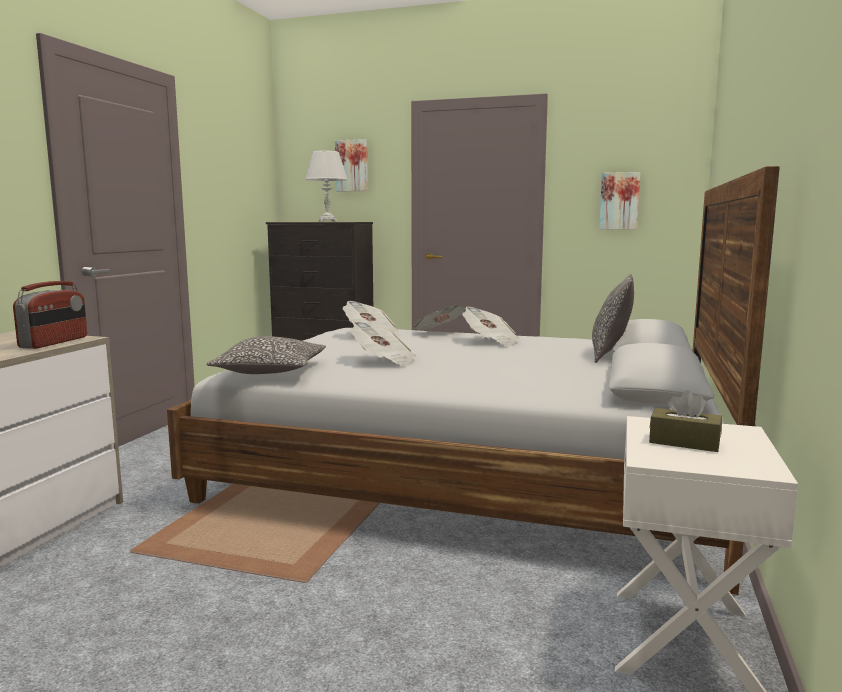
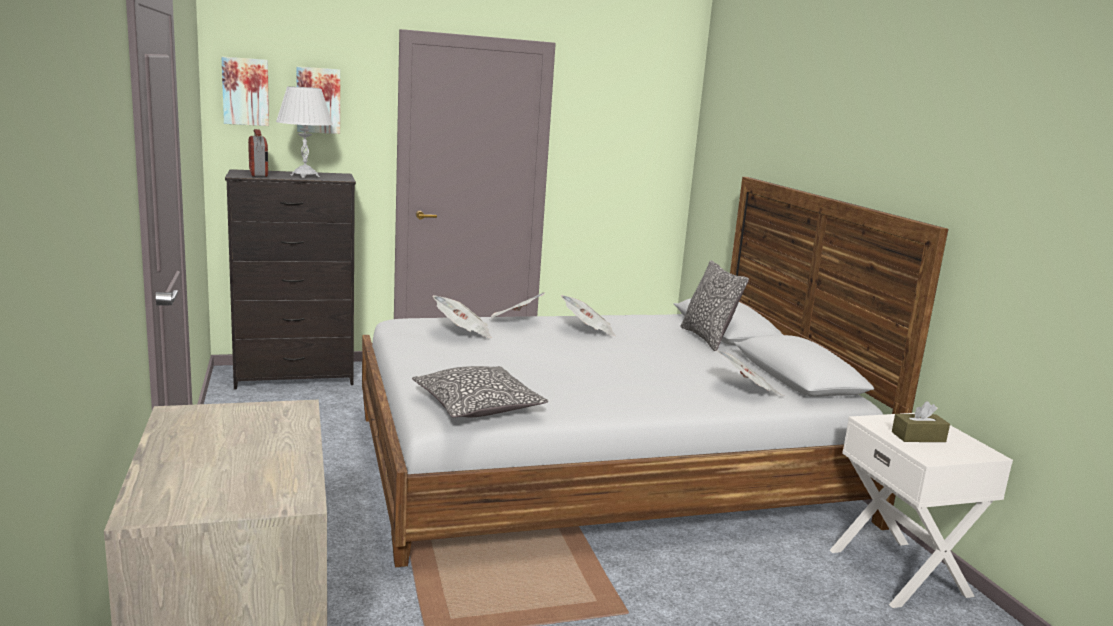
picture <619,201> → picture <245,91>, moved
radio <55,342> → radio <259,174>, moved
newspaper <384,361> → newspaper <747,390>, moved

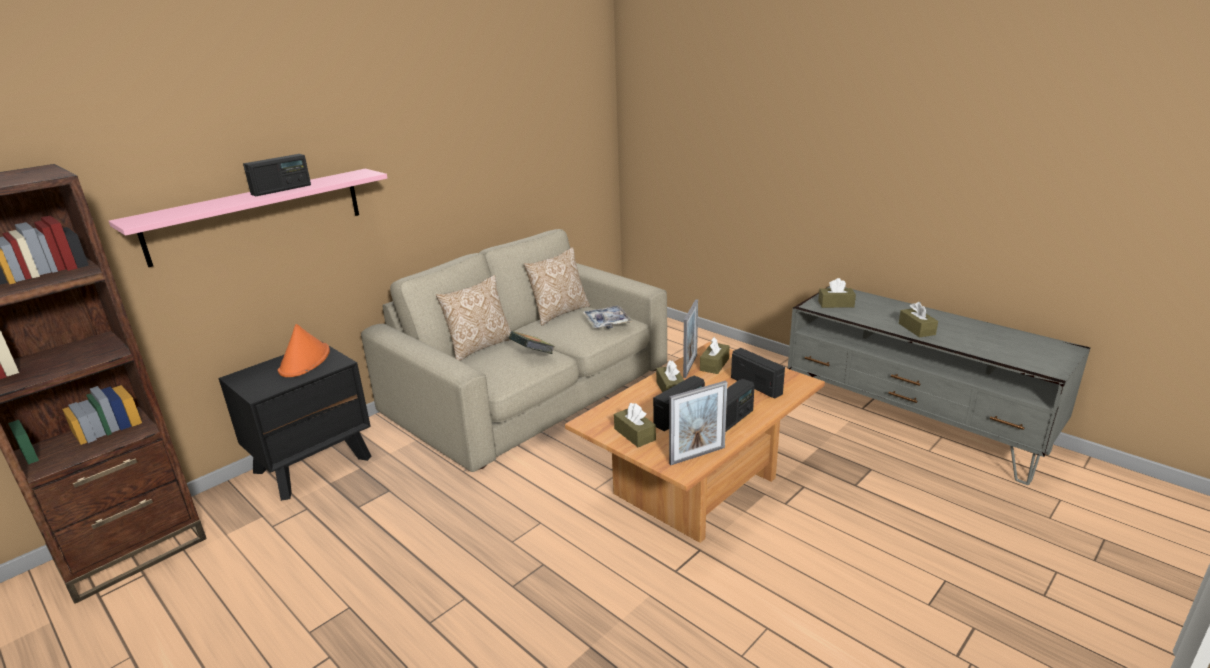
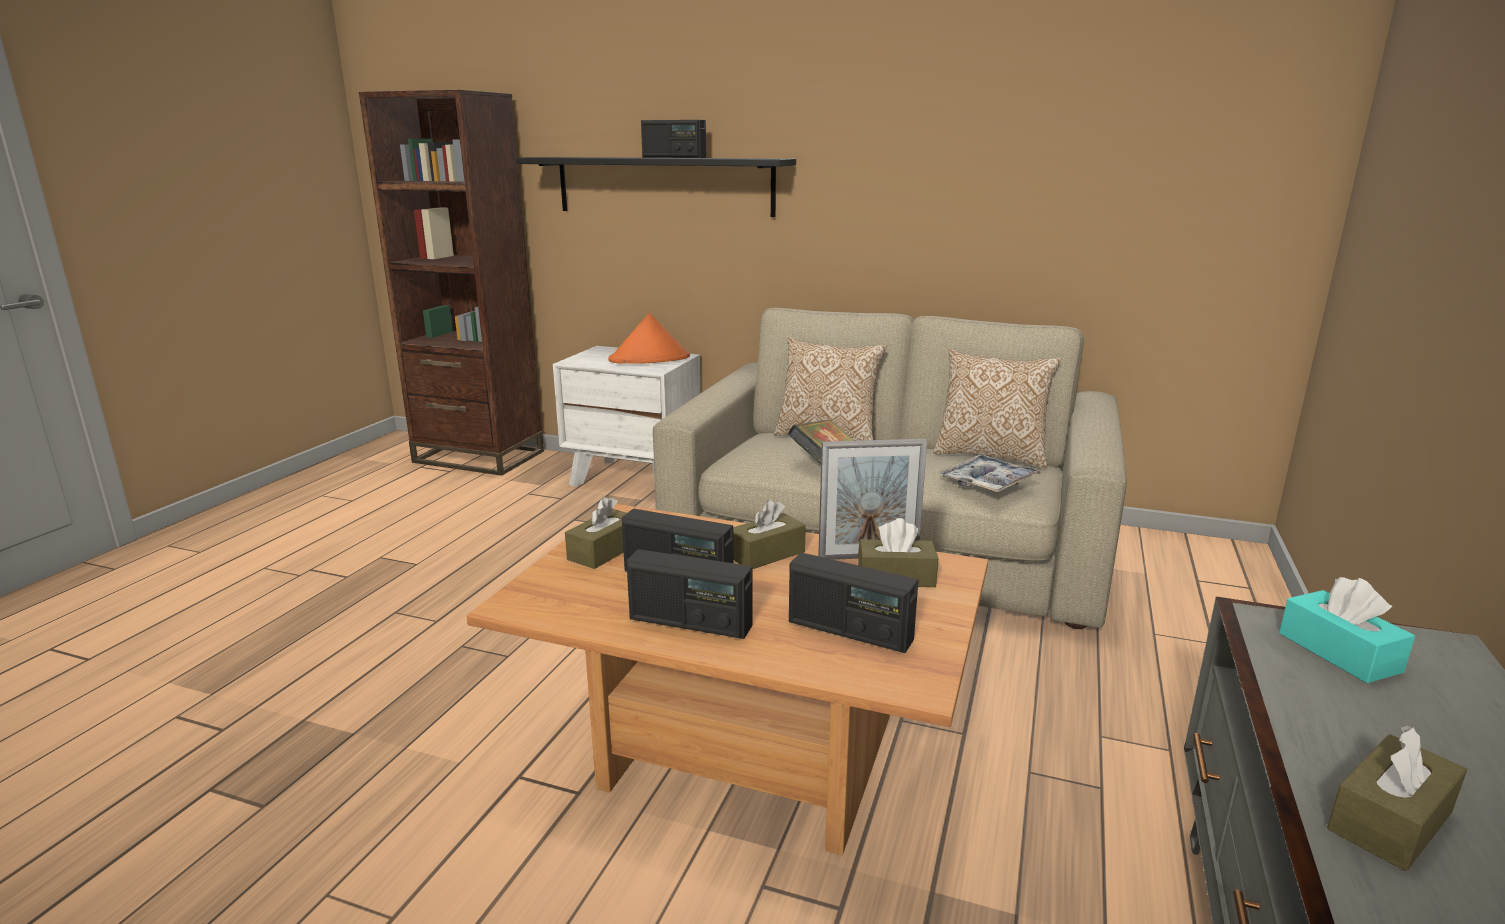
pink shelf <257,215> → black shelf <664,186>
brown tissue box <836,304> → turquoise tissue box <1338,652>
black nightstand <313,464> → white nightstand <634,478>
radio <756,385> → radio <849,631>, 90 degrees clockwise
picture frame <697,455> → -

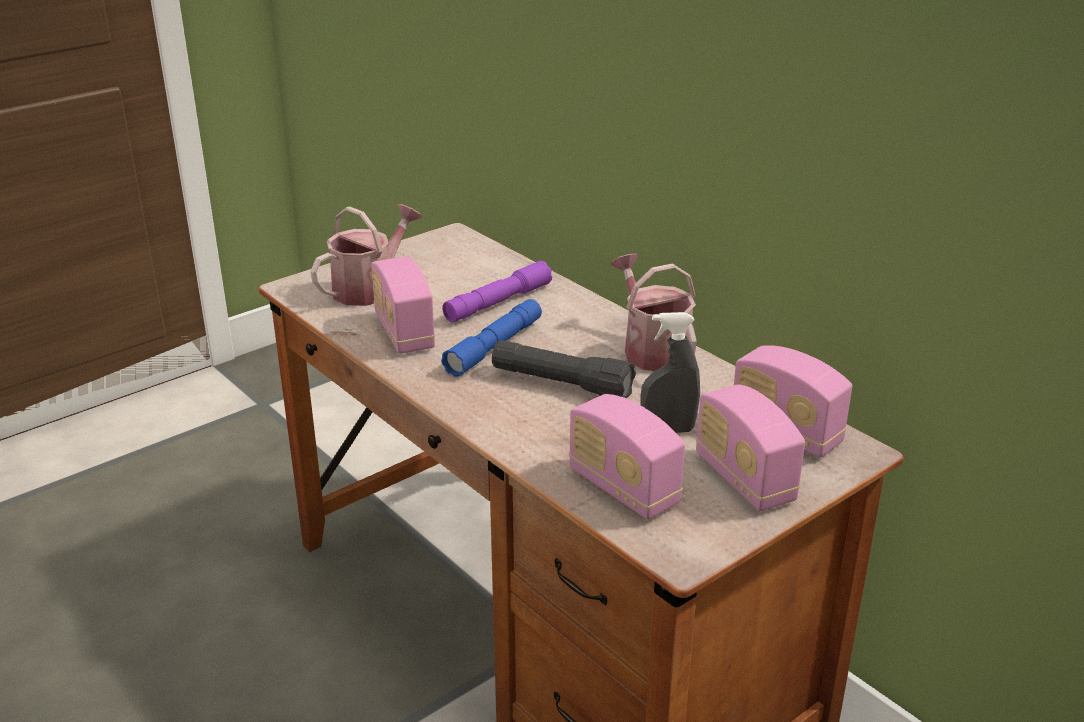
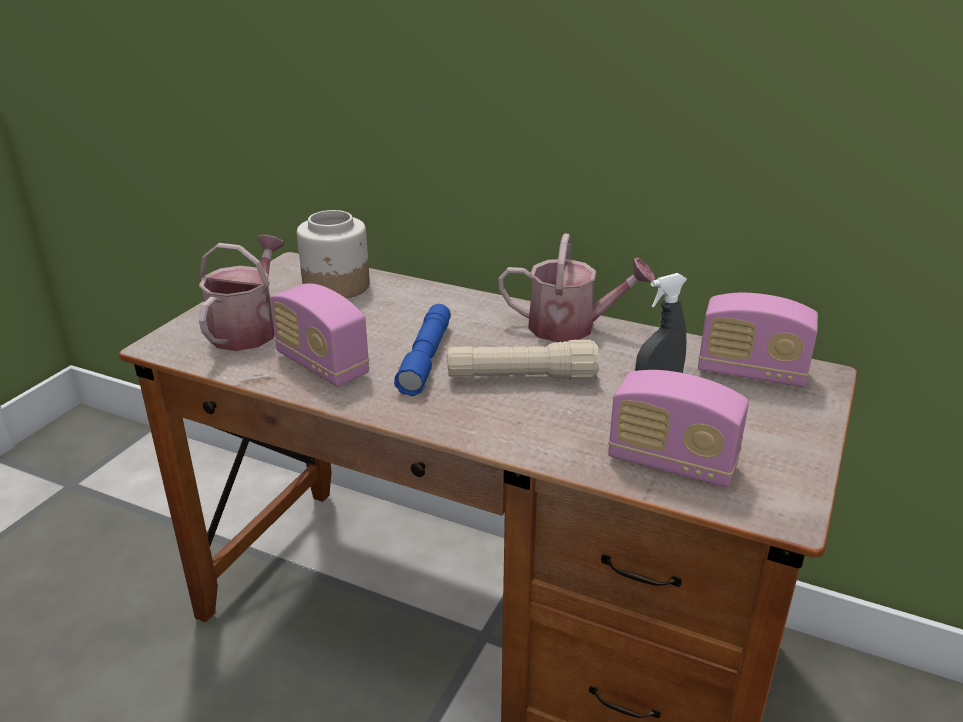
watering can <652,349> → watering can <571,327>, 150 degrees clockwise
purple flashlight <498,303> → -
black flashlight <561,384> → beige flashlight <521,378>
radio <744,479> → -
- → jar <337,286>

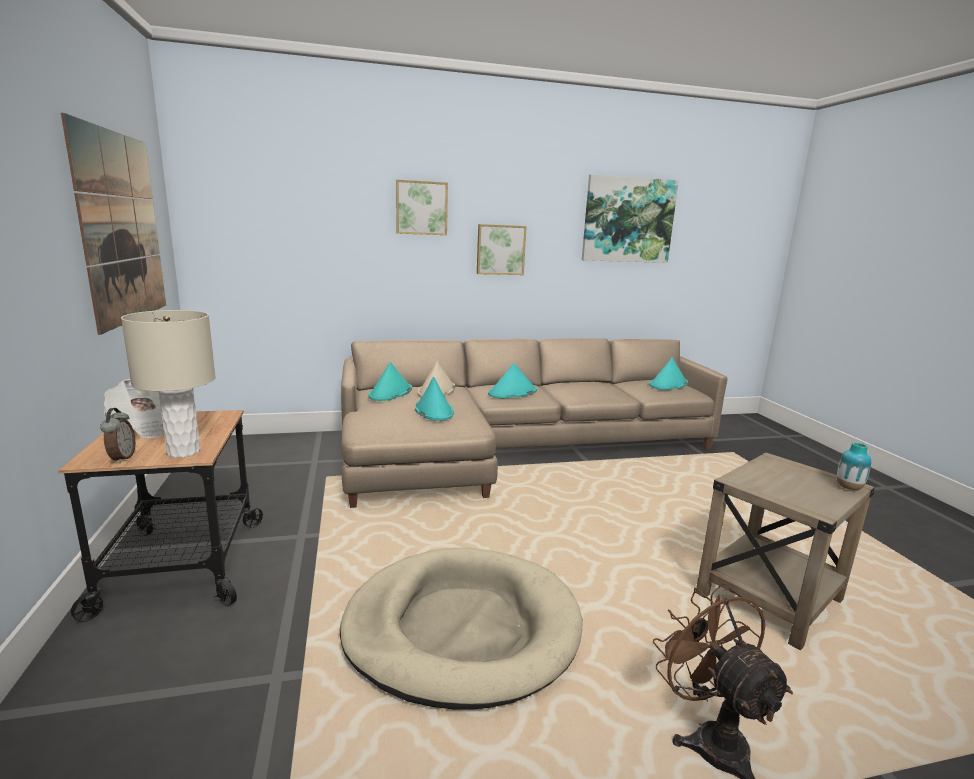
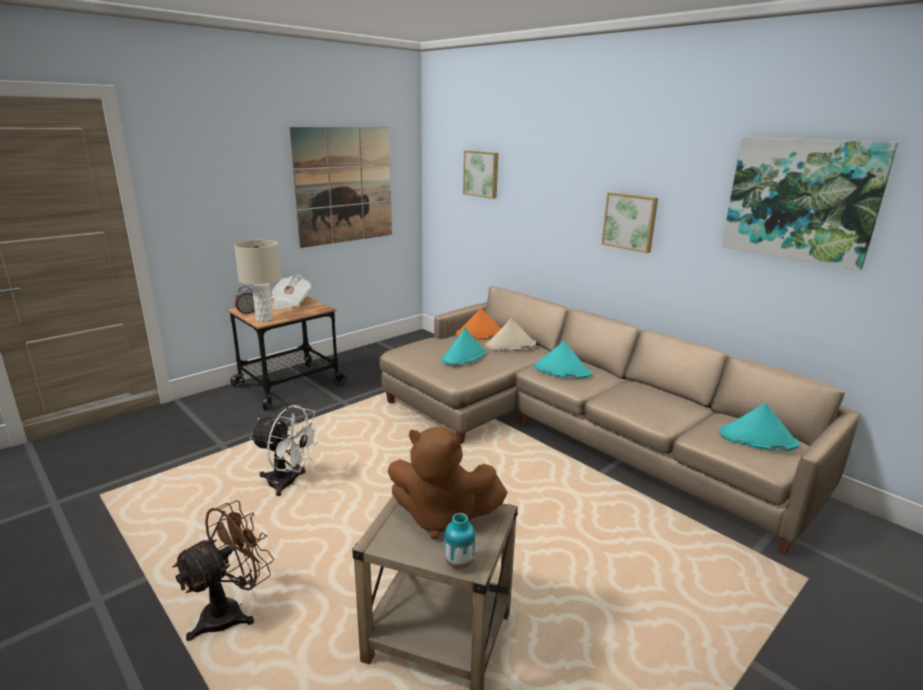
picture <421,208> → picture <481,174>, moved
turquoise hat <390,393> → orange hat <480,334>
beige dog bed <462,629> → white fan <288,483>
- → brown plush toy <442,517>

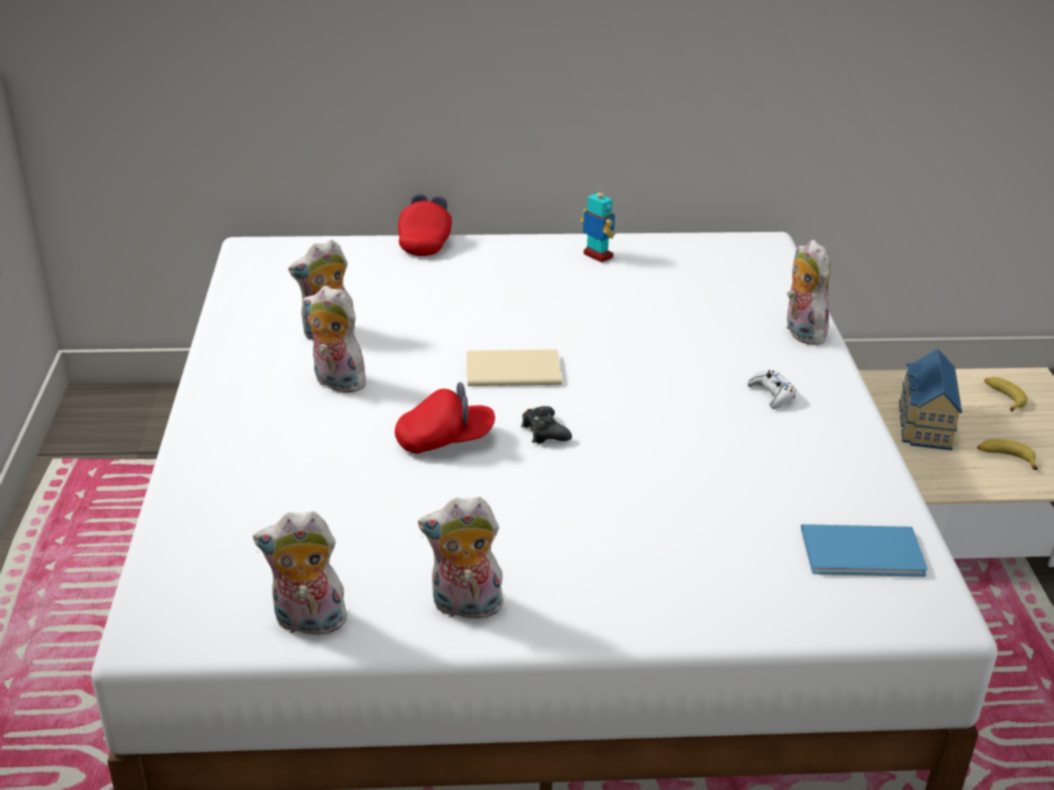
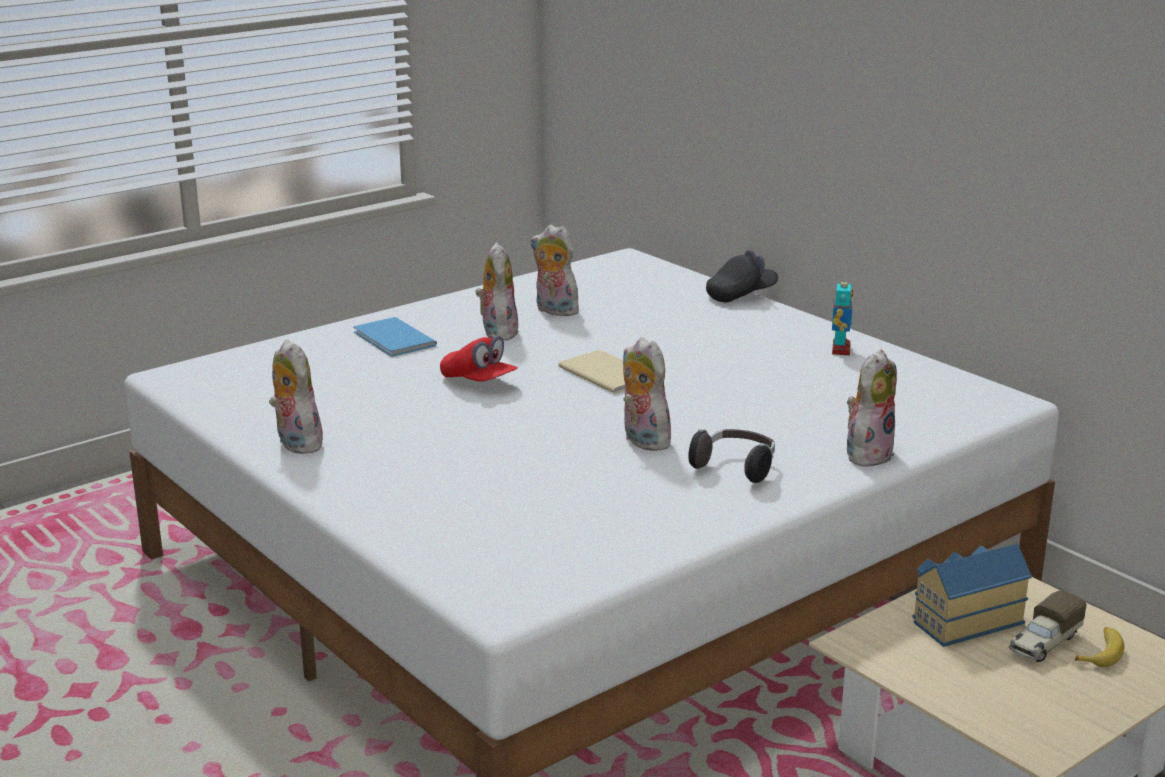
red cap <426,241> → black cap <741,295>
white game controller <772,394> → headphones <736,468>
black game controller <544,432> → -
banana <1006,458> → -
plush toy <307,623> → plush toy <642,441>, moved
blue book <866,554> → blue book <393,340>, moved
- → toy truck <1043,644>

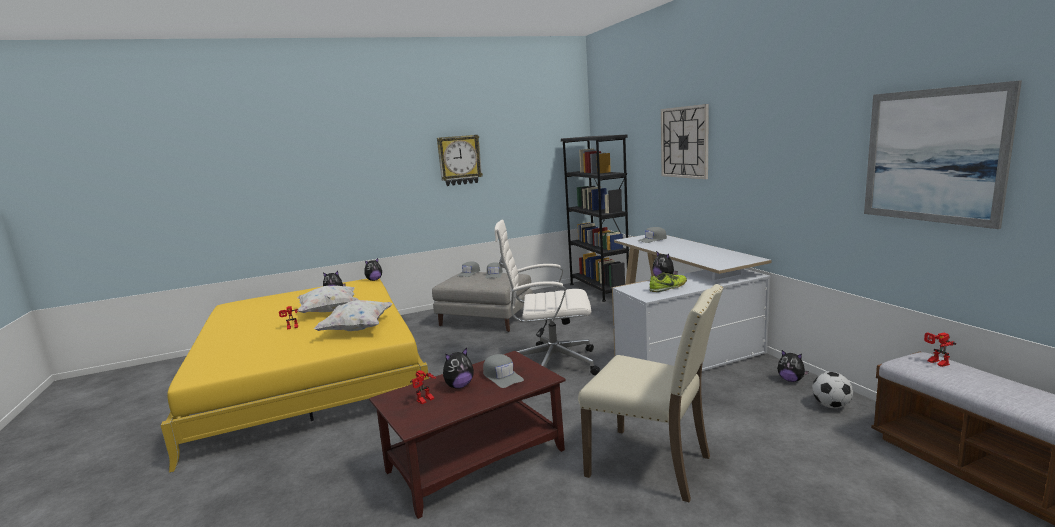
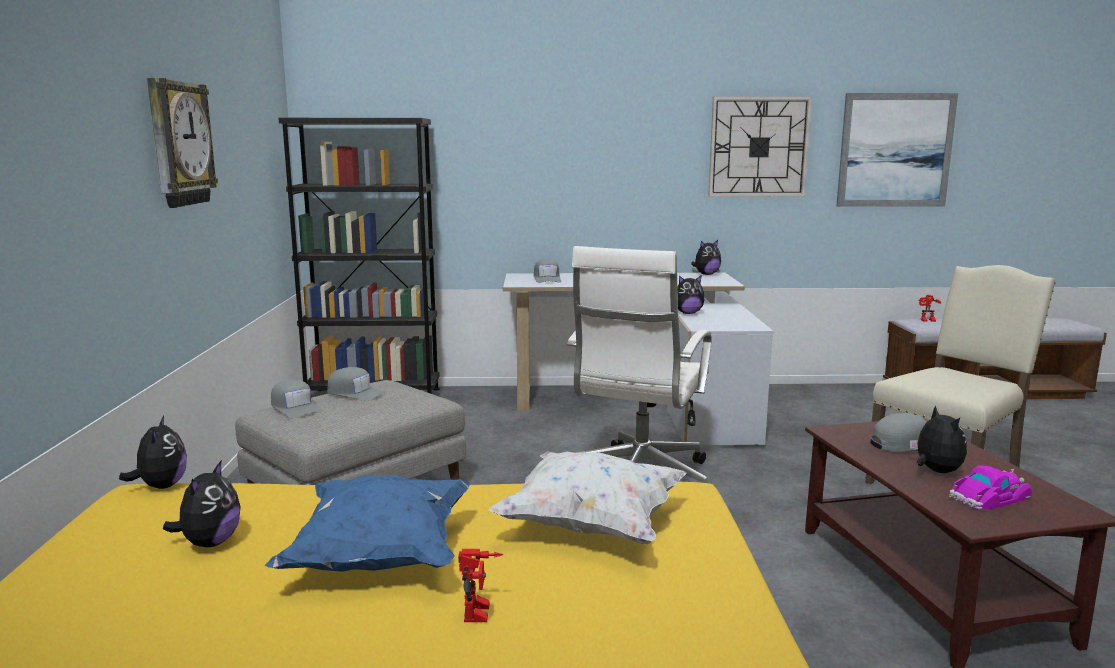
wall clock <684,142> → wall clock <758,147>, moved
shoe <668,288> → -
white pillow <329,311> → blue pillow <380,557>
plush toy <791,380> → plush toy <706,274>, moved
toy robot <425,401> → toy car <989,496>
football <831,405> → -

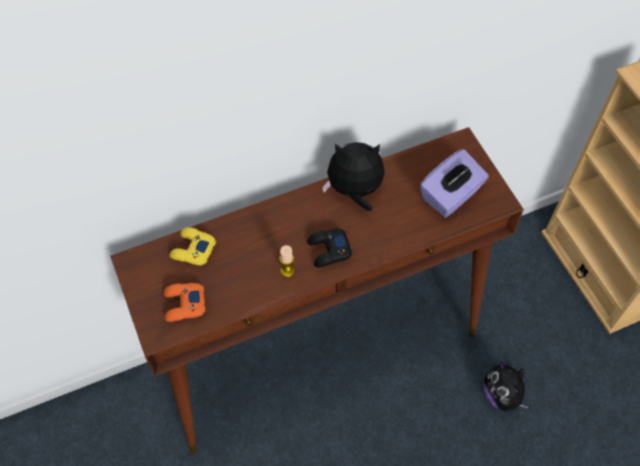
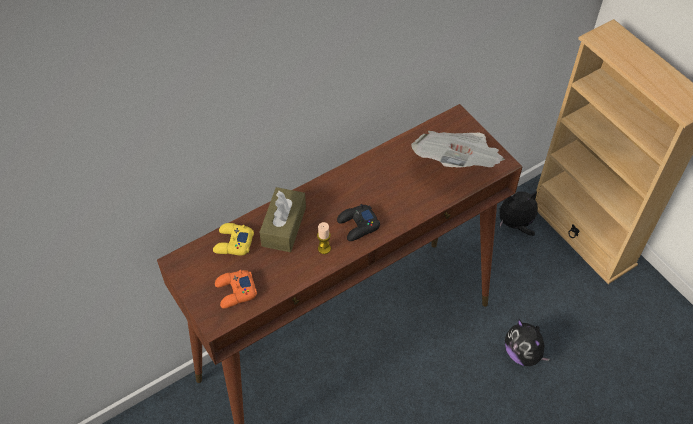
plush toy <354,191> → plush toy <515,224>, moved
purple tissue box <451,196> → newspaper <456,164>
- → brown tissue box <284,226>

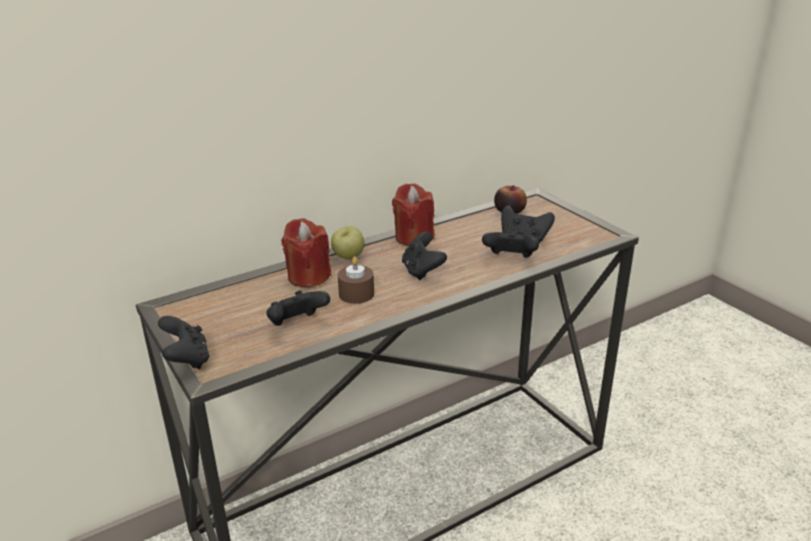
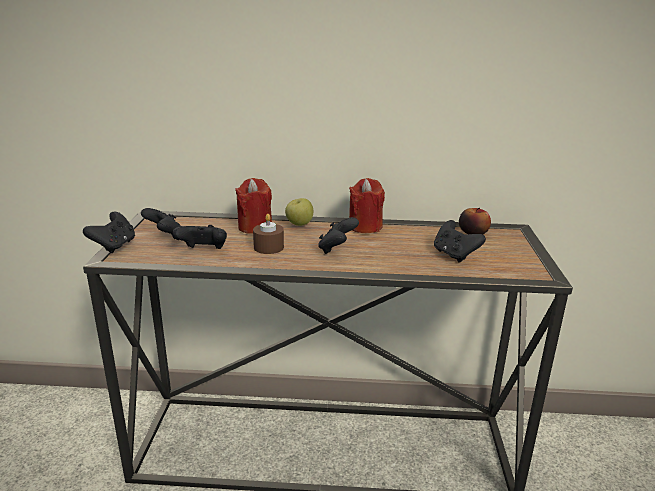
black game controller <510,259> → black game controller <166,237>, moved

